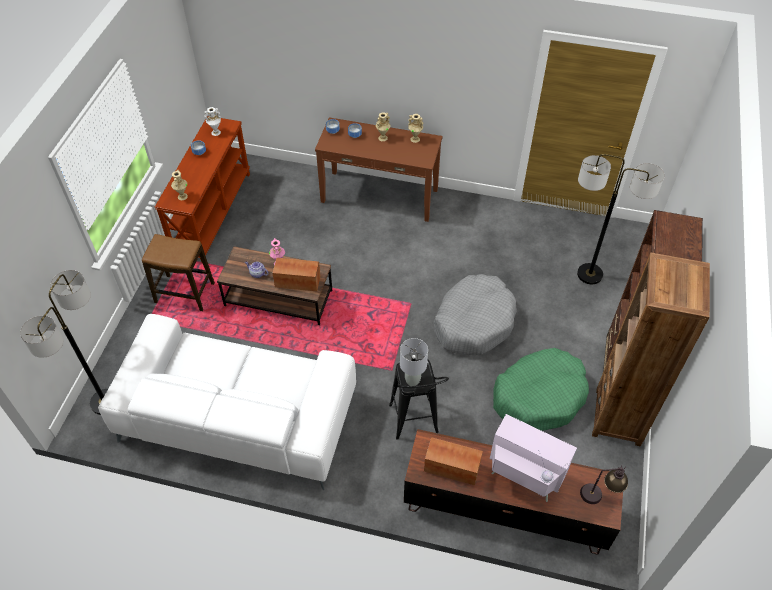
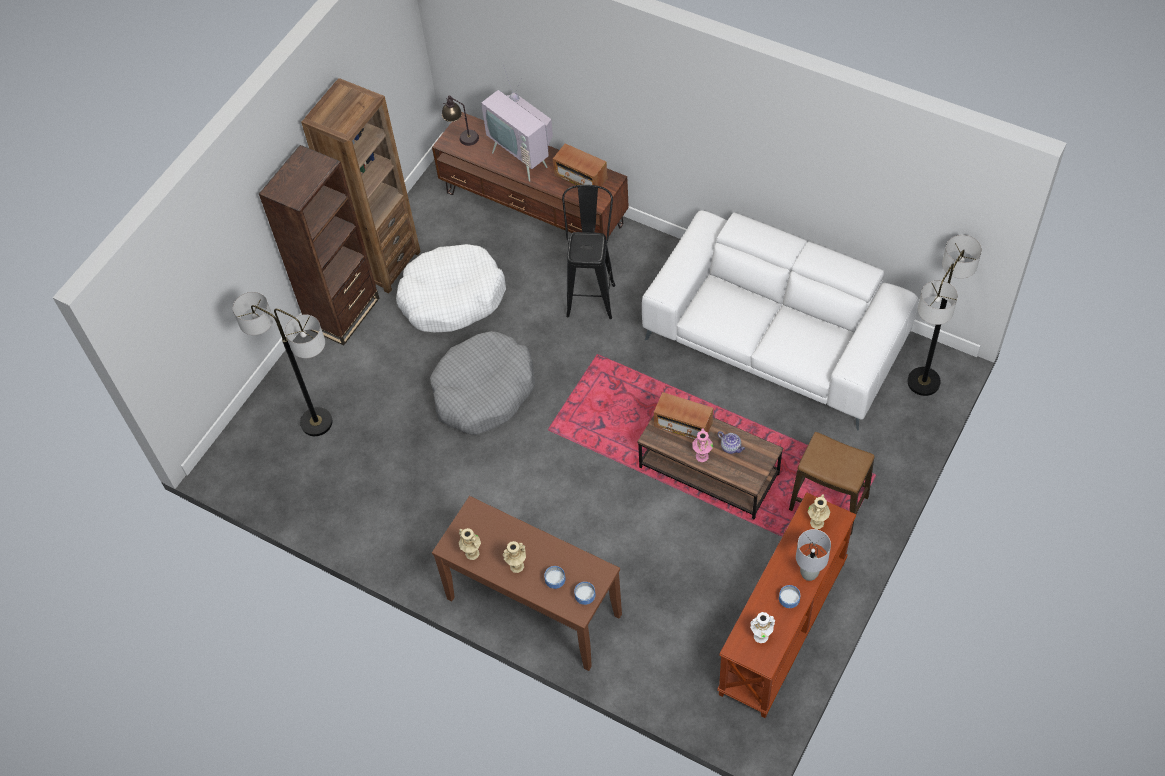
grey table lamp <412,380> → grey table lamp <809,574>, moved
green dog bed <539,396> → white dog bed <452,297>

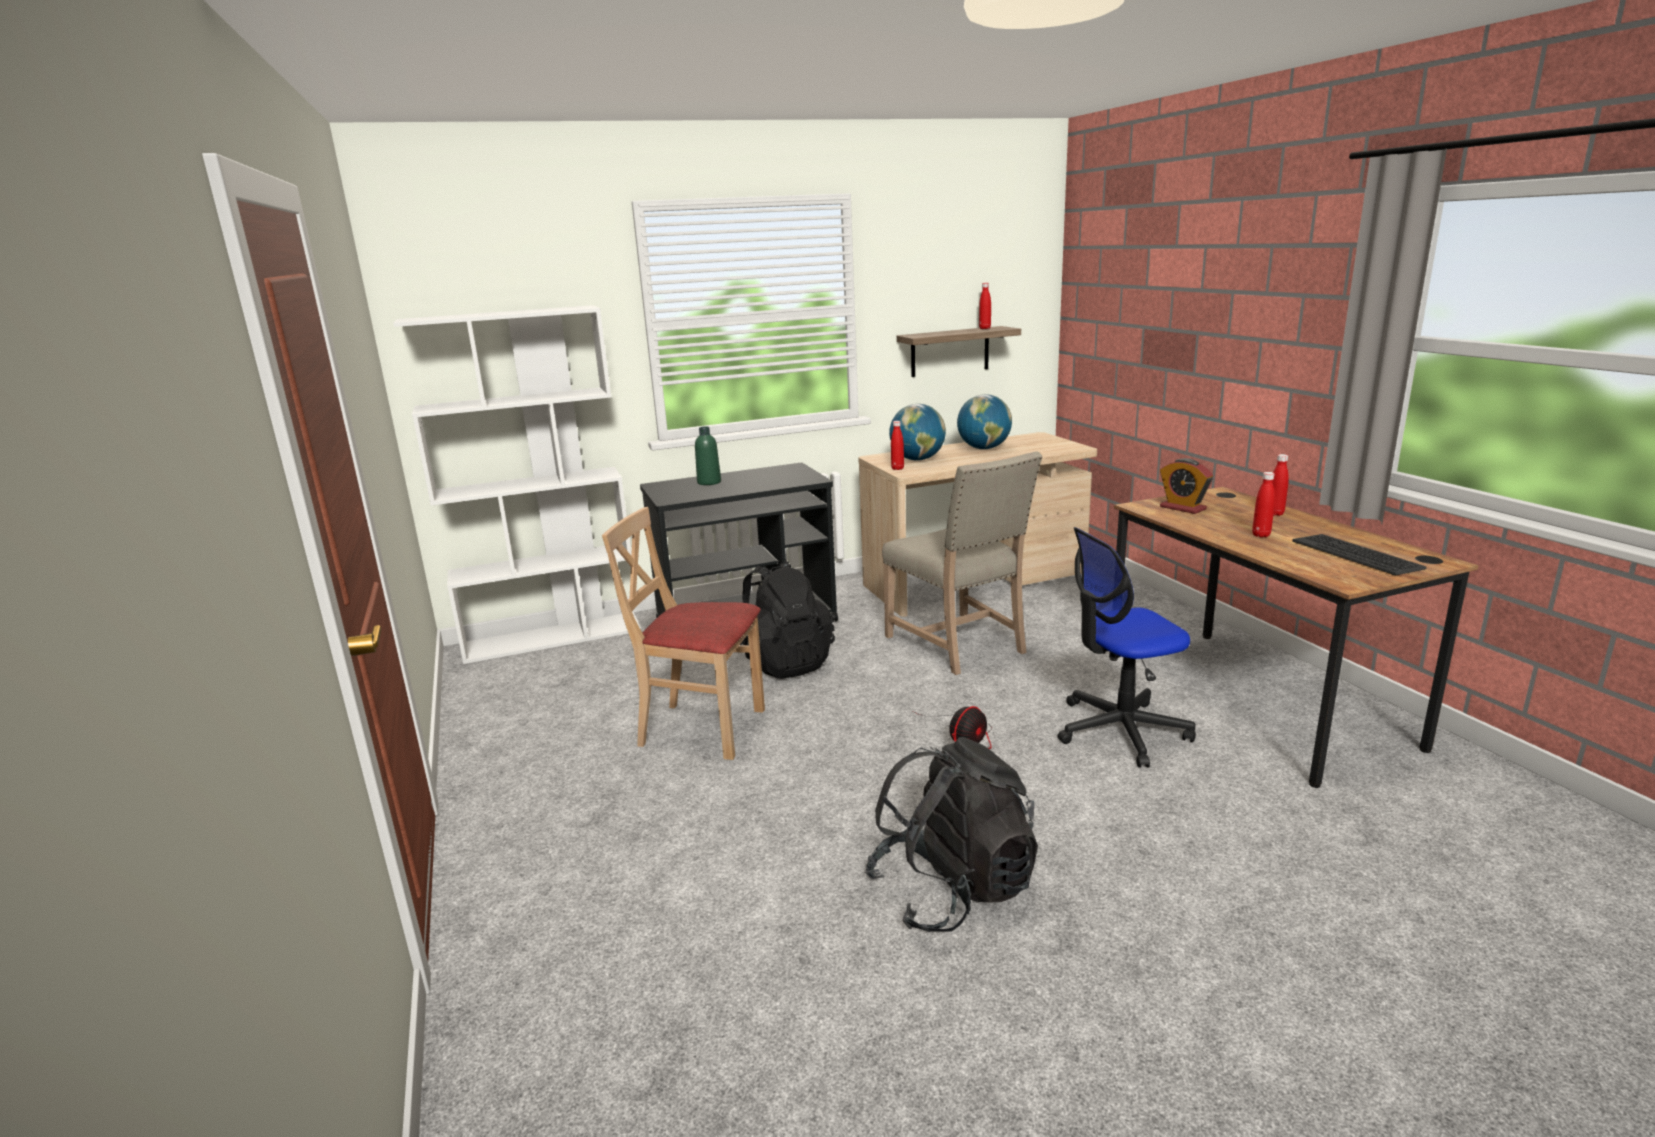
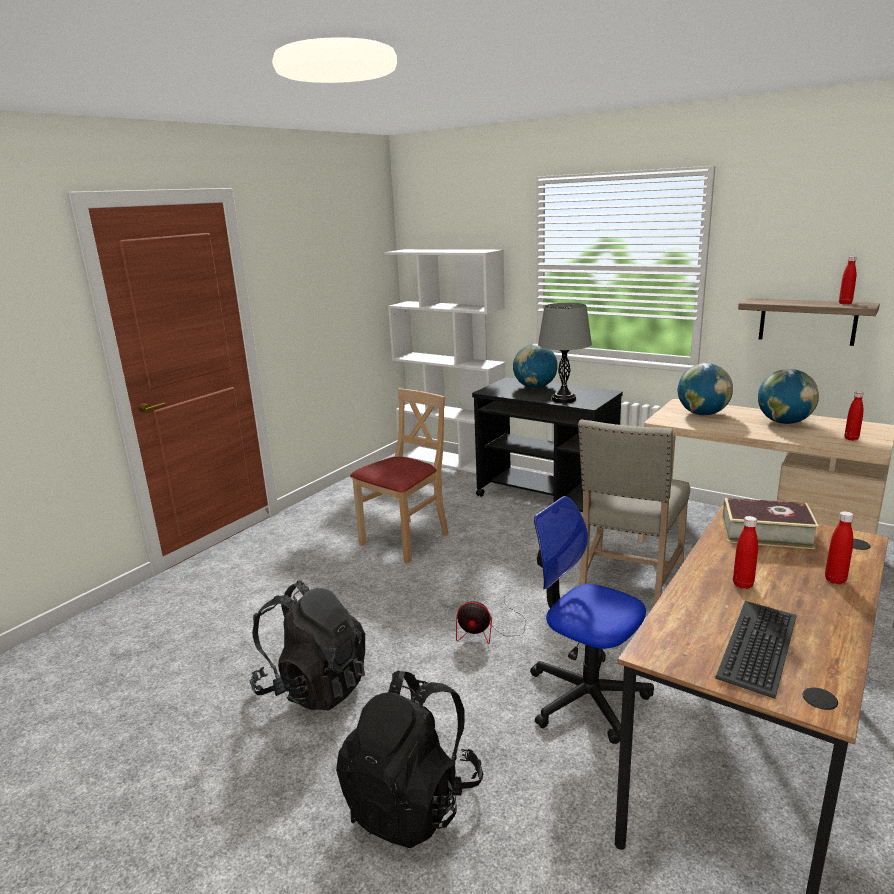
red bottle <897,468> → red bottle <851,439>, moved
green bottle <709,482> → globe <535,387>
alarm clock <1182,508> → book <766,533>
beige chair <702,728> → beige chair <406,540>, 60 degrees clockwise
black backpack <784,663> → black backpack <413,801>, moved
- → grey table lamp <563,399>

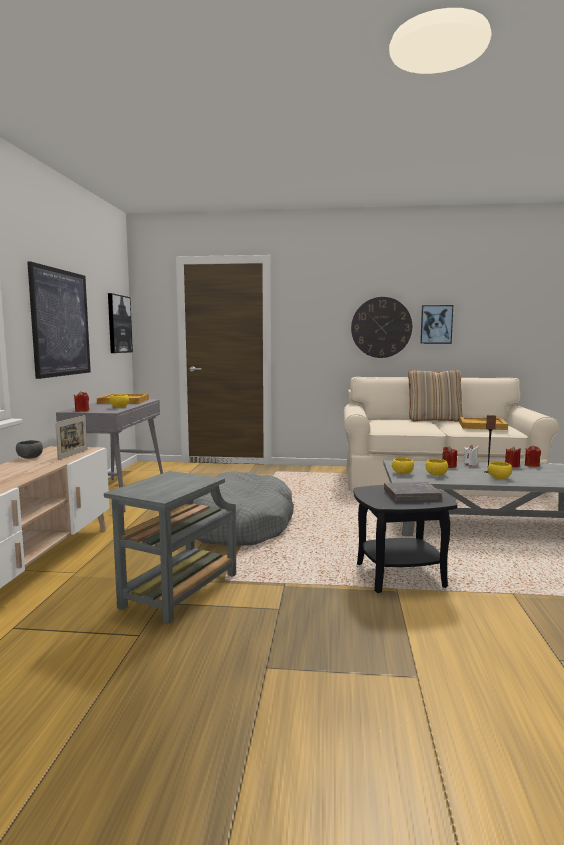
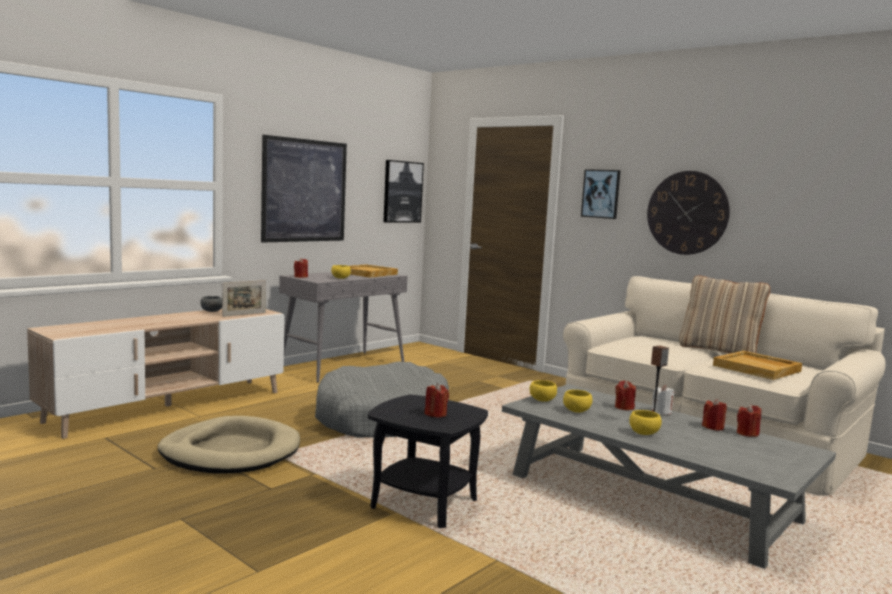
picture <436,324> → picture <601,194>, moved
grey side table <178,592> → beige dog bed <230,452>
grey book <411,495> → red candle <435,414>

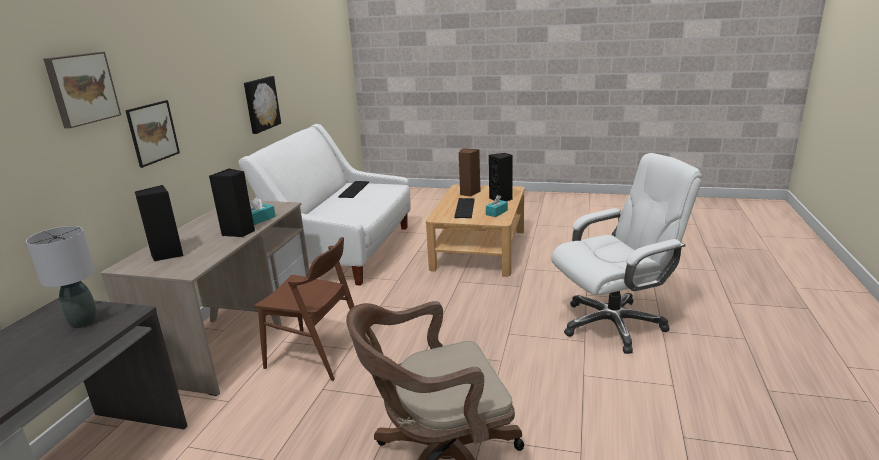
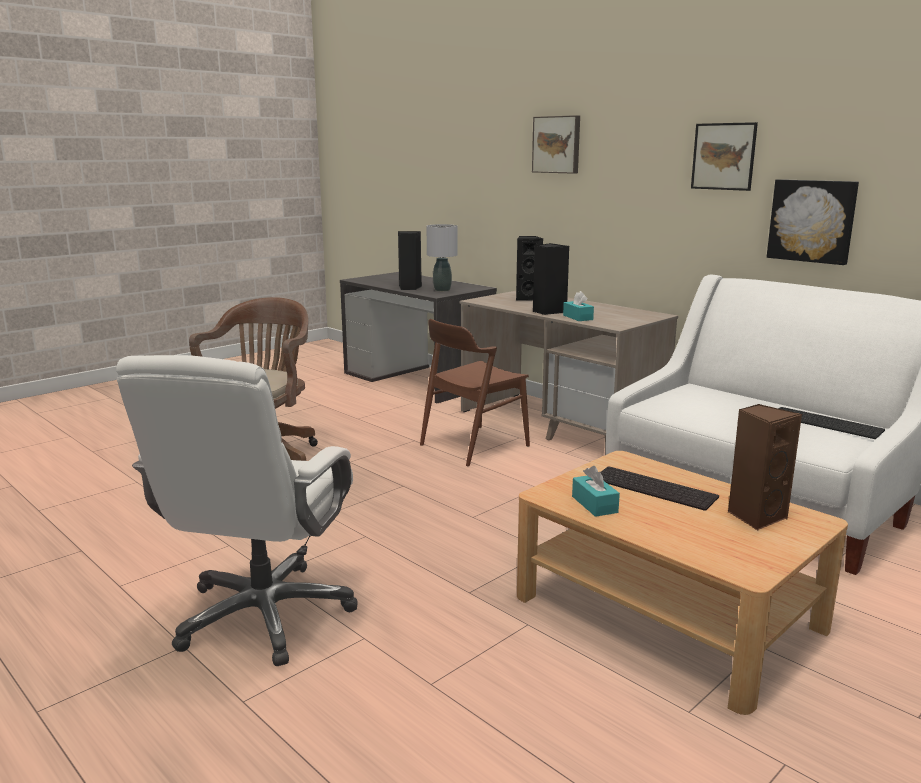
picture <153,133> → picture <723,156>, moved
black speaker <501,199> → black speaker <409,288>, moved

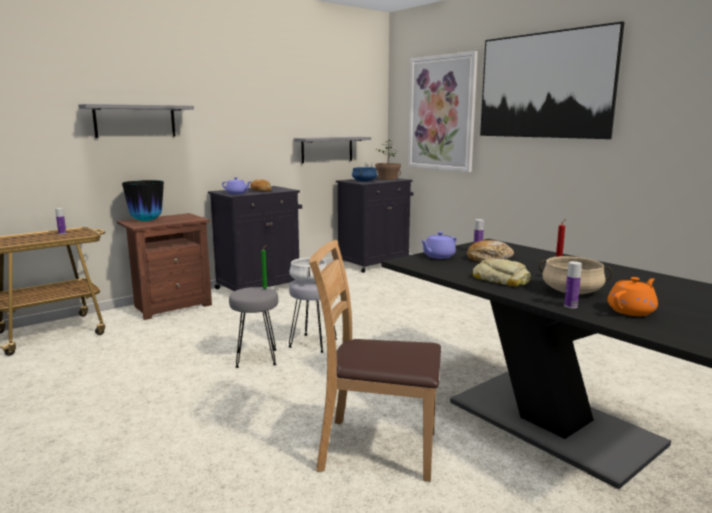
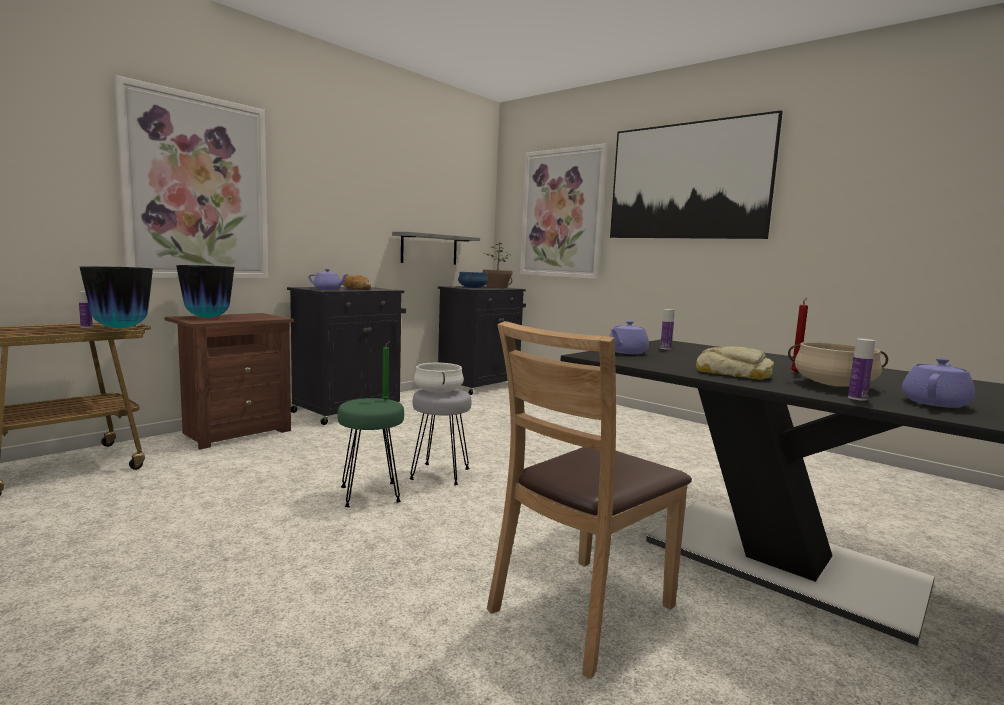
grey shelf <135,121> → picture <197,188>
brown chair <376,449> → brown chair <582,610>, 45 degrees counterclockwise
bread <489,258> → -
orange teapot <631,311> → purple teapot <935,403>
grey stool <256,358> → green stool <370,494>
- → vase <120,328>

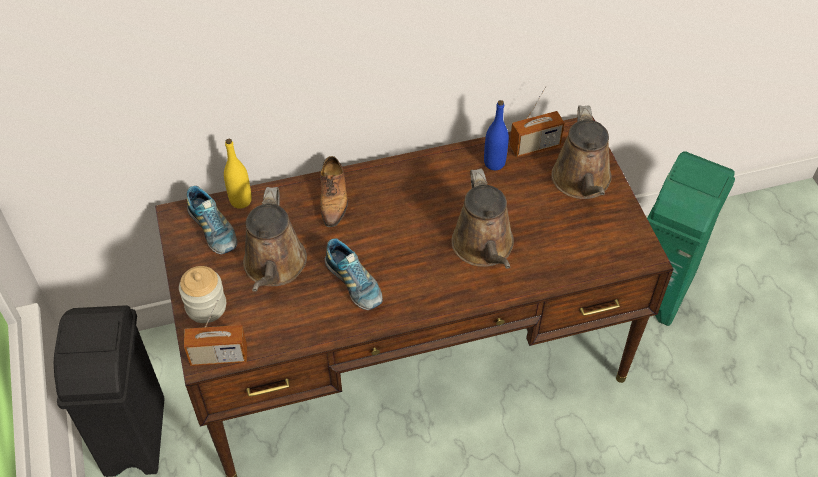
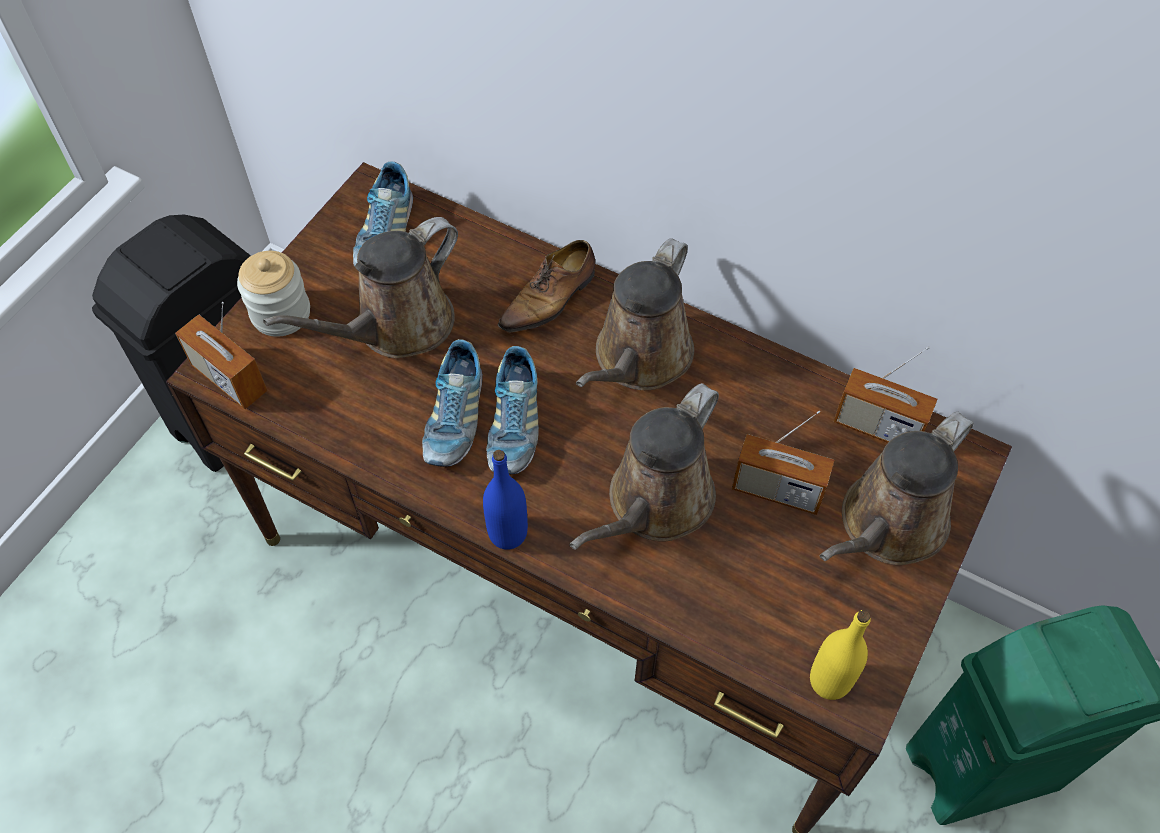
blue bottle <494,163> → blue bottle <508,533>, moved
yellow bottle <240,200> → yellow bottle <829,681>, moved
- → brown watering can <639,359>
- → shoe <514,425>
- → radio <777,490>

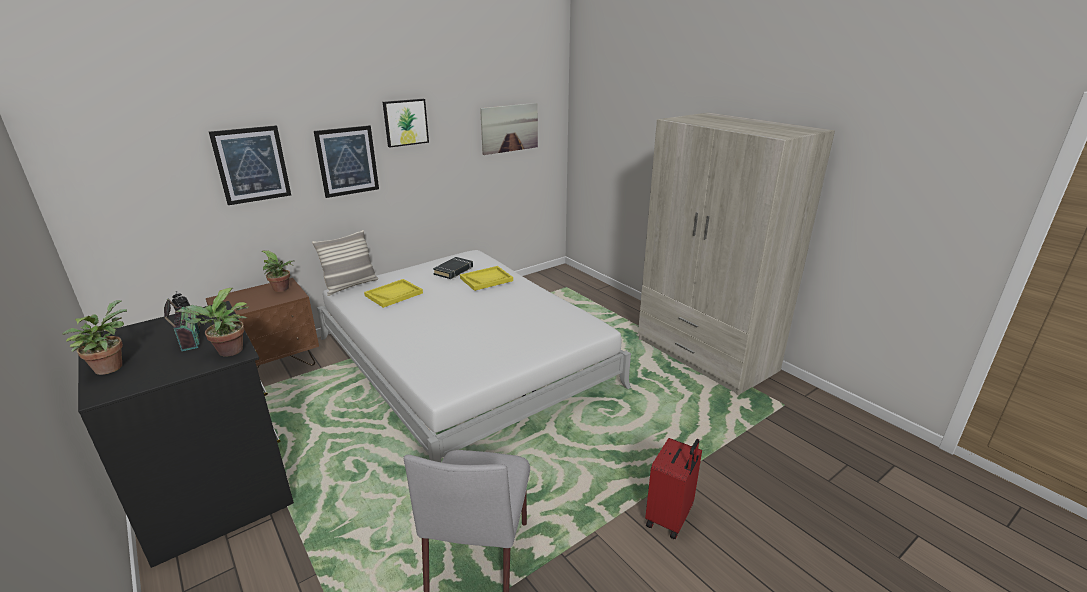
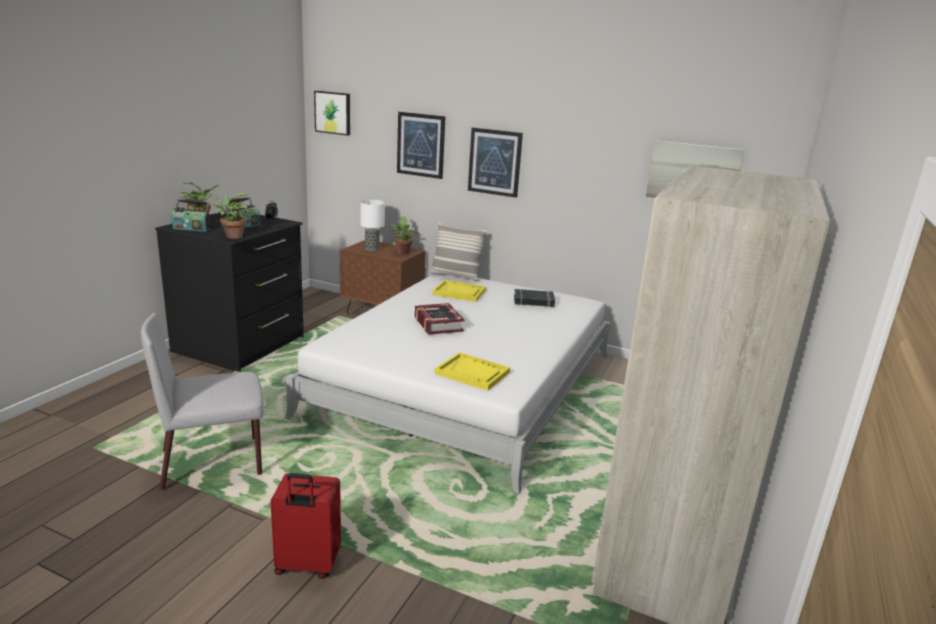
picture <405,122> → picture <333,112>, moved
yellow tray <486,279> → yellow tray <472,373>, moved
- → radio <192,228>
- → table lamp <372,249>
- → book <438,324>

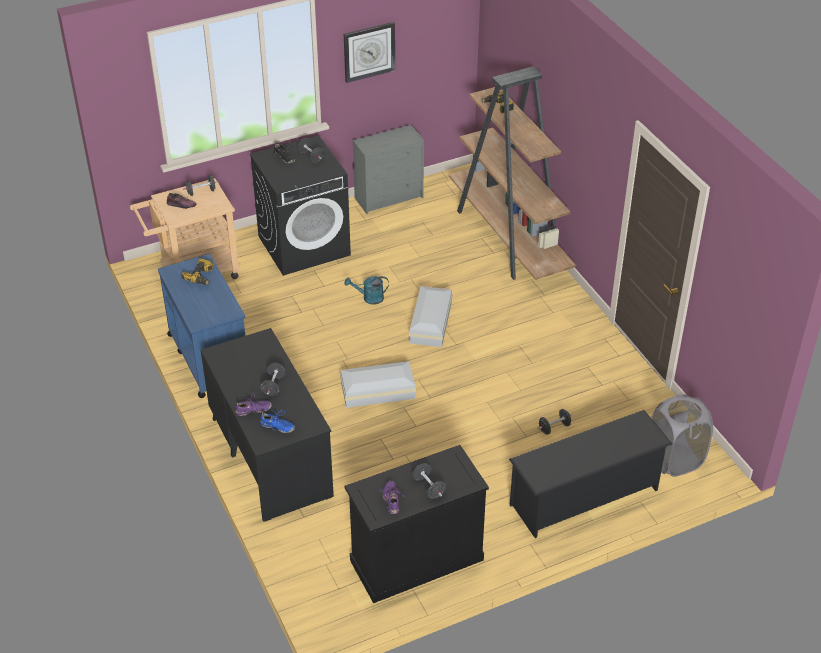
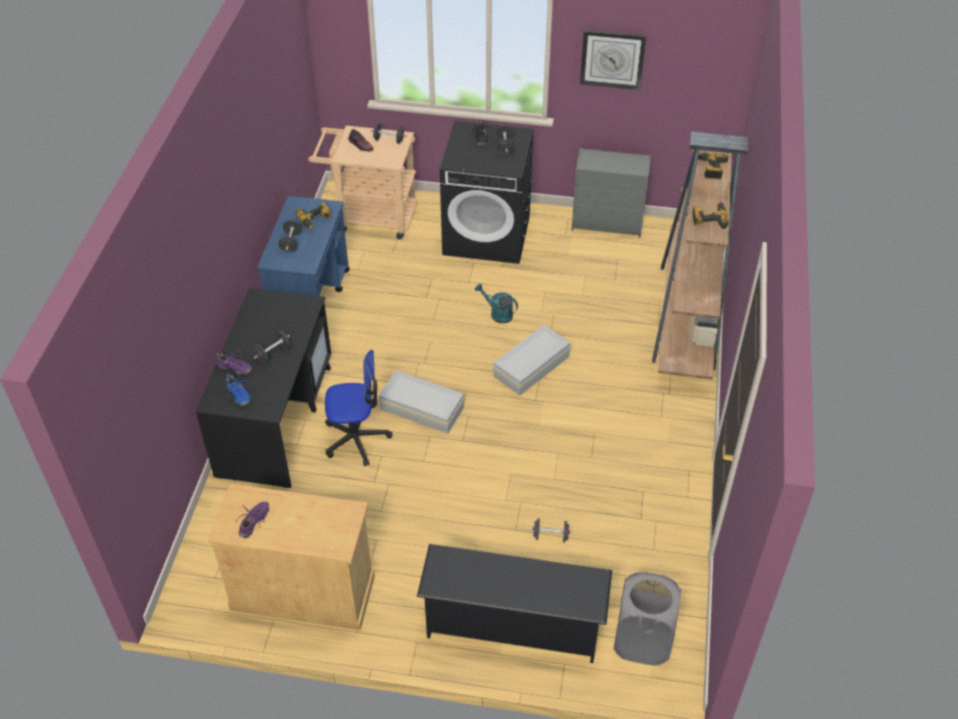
black cabinet <416,560> → beige cabinet <303,592>
black dumbbell <429,487> → black dumbbell <291,243>, moved
- → power drill <709,218>
- → office chair <356,438>

